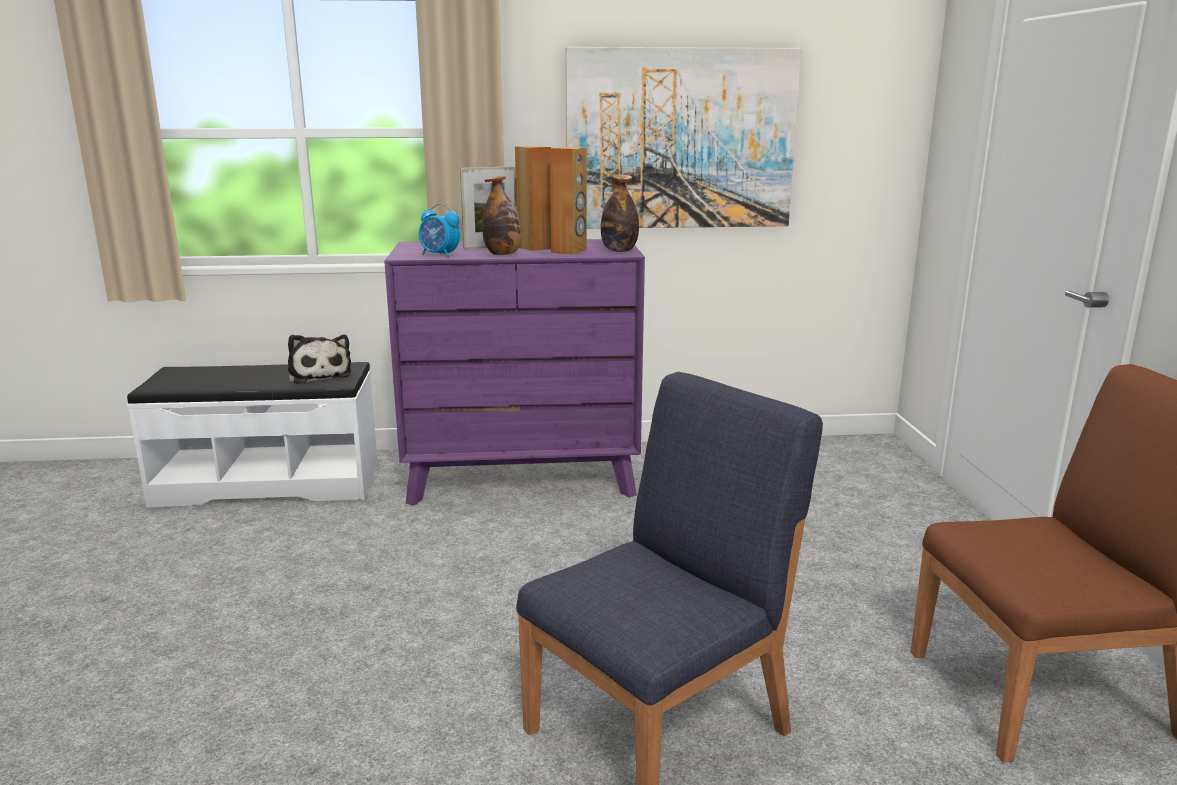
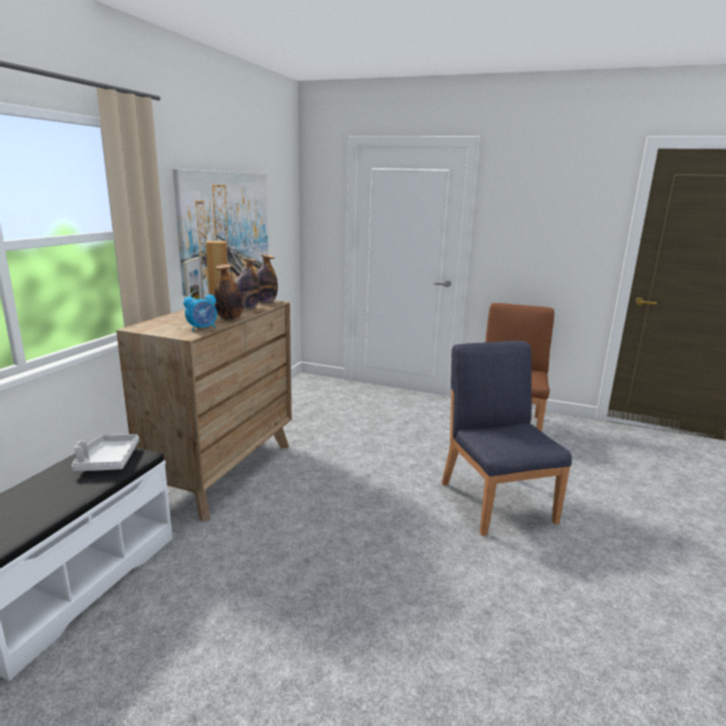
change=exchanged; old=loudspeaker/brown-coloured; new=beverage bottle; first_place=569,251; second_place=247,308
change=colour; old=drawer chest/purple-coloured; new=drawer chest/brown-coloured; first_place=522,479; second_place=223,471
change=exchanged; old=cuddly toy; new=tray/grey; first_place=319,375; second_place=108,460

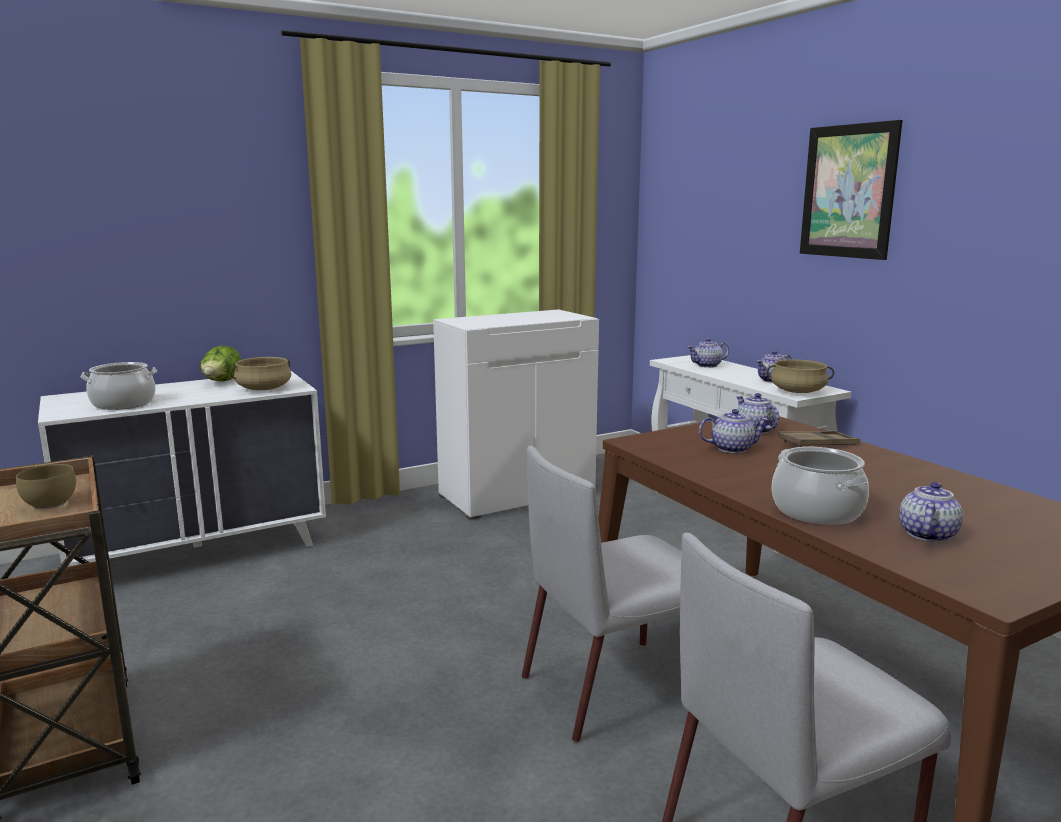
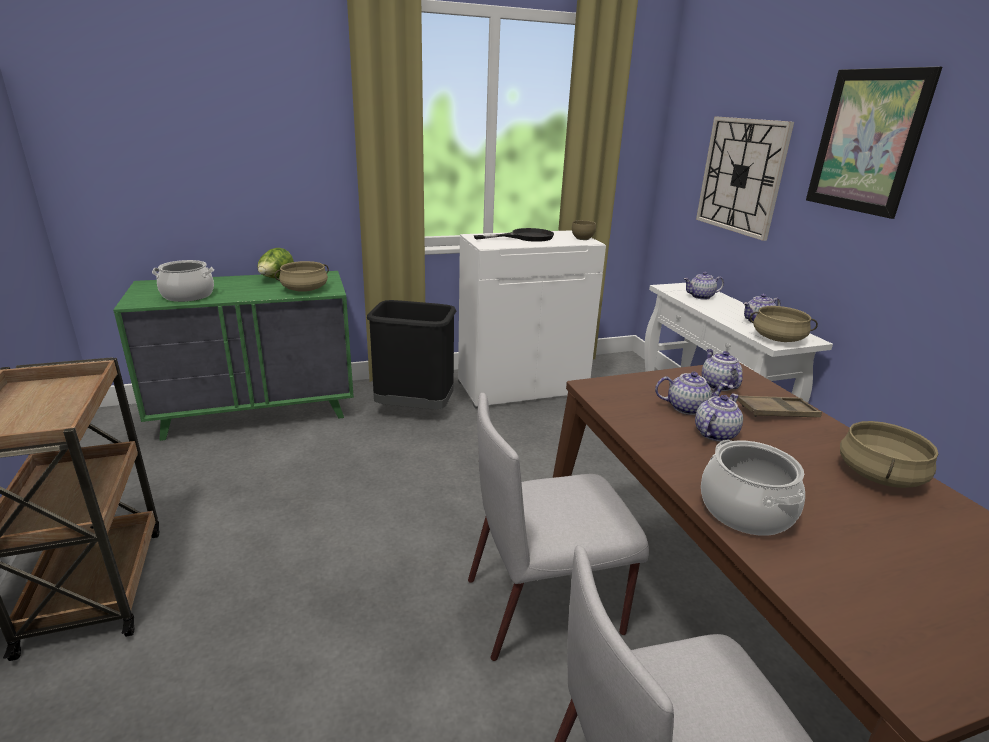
change=colour; old=drawer chest/white-coloured; new=drawer chest/green-coloured; first_place=200,550; second_place=258,411
change=relocated; old=deep dish/brown-coloured; first_place=52,504; second_place=583,239
change=relocated; old=teapot; first_place=926,534; second_place=714,433
change=appeared; new=clock on the wall; second_place=741,176
change=appeared; new=frying pan/black; second_place=524,237
change=appeared; new=waste bin/black; second_place=415,409
change=appeared; new=stockpot/sand-coloured; second_place=880,475

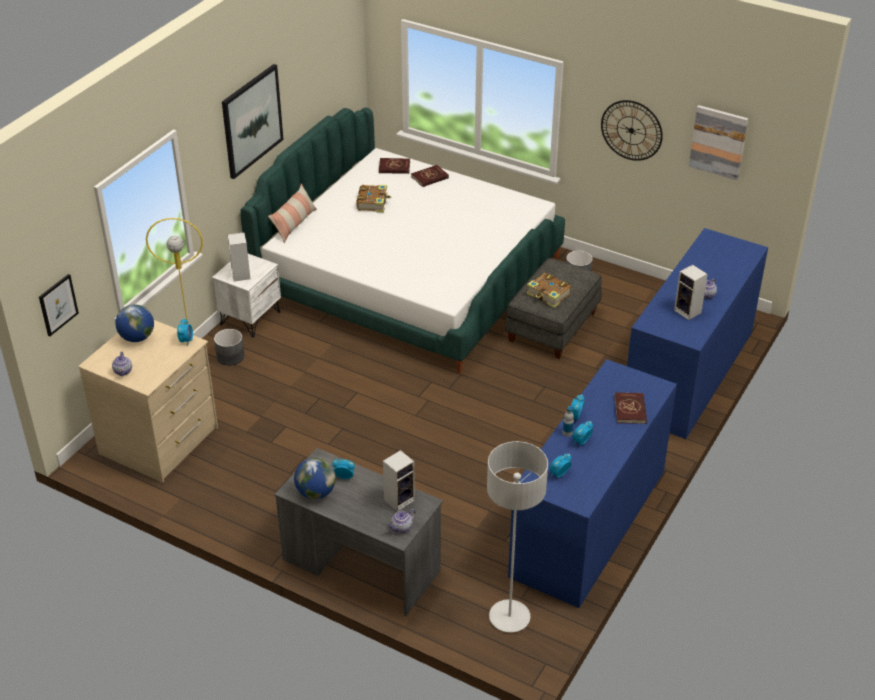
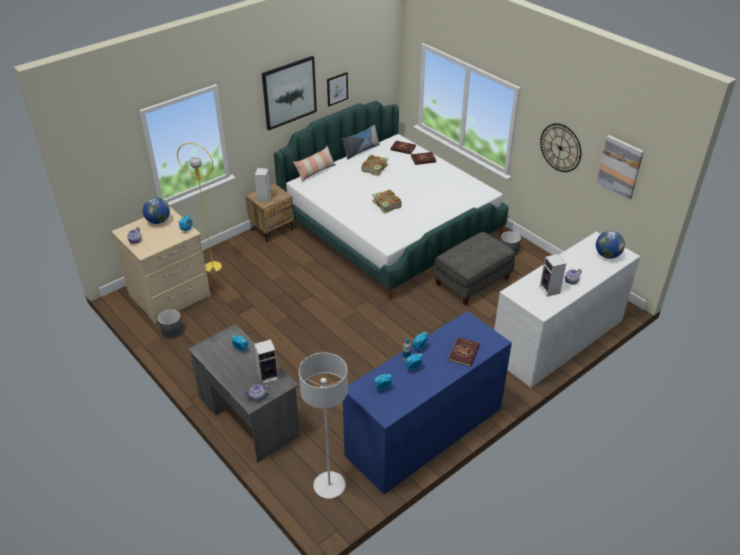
change=colour; old=drawer chest/bluish; new=drawer chest/white-coloured; first_place=688,373; second_place=557,338
change=colour; old=bedside table/white-coloured; new=bedside table/brown-coloured; first_place=250,318; second_place=272,229
change=relocated; old=book; first_place=548,295; second_place=386,205
change=relocated; old=picture; first_place=58,304; second_place=337,89
change=relocated; old=planter/grey; first_place=231,356; second_place=172,331
change=relocated; old=desk globe; first_place=316,493; second_place=607,255
change=appeared; new=pillow; second_place=361,150

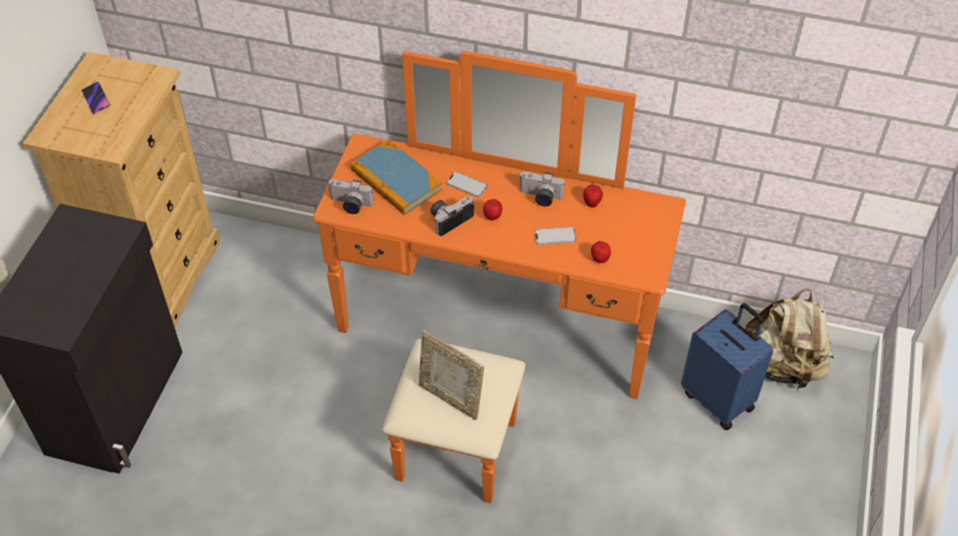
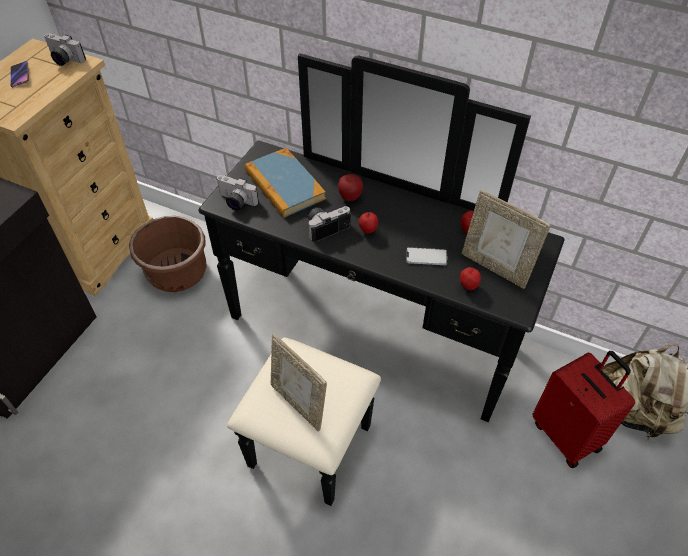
change=colour; old=drawer chest/orangey; new=drawer chest/black; first_place=490,352; second_place=359,356
change=exchanged; old=handset; new=whole apple; first_place=467,185; second_place=350,197
change=relocated; old=still camera; first_place=540,197; second_place=64,60
change=colour; old=suitcase/bluish; new=suitcase/red-coloured; first_place=718,399; second_place=567,435
change=appeared; new=photo frame; second_place=495,267
change=appeared; new=planter/brown-coloured; second_place=177,273

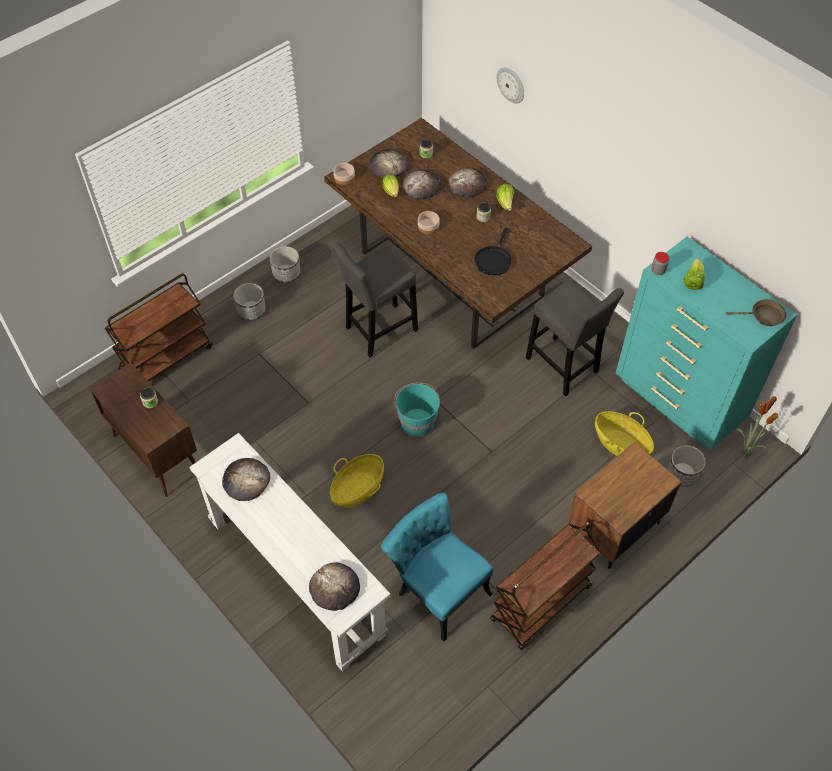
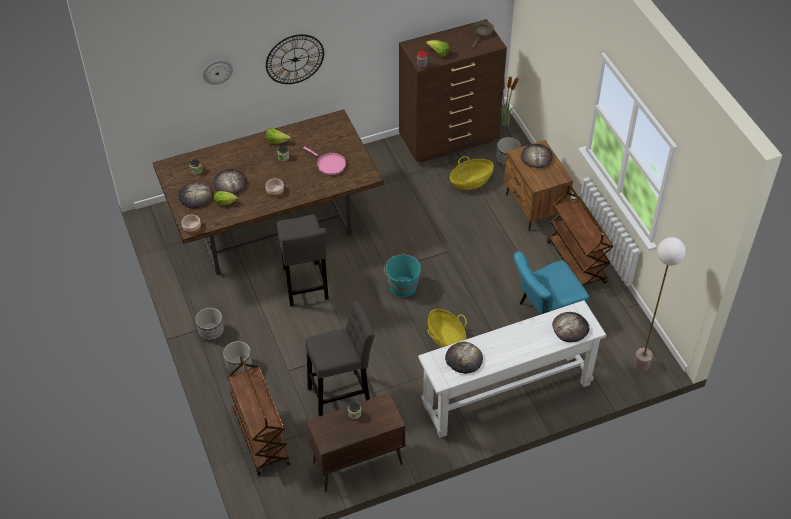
change=relocated; old=bread; first_place=467,184; second_place=536,157
change=colour; old=frying pan/black; new=frying pan/pinkish; first_place=493,260; second_place=329,164
change=colour; old=drawer chest/turquoise-coloured; new=drawer chest/brown-coloured; first_place=679,400; second_place=449,140
change=relocated; old=stool seat/grey; first_place=564,368; second_place=342,394
change=appeared; new=clock on the wall; second_place=295,59
change=appeared; new=standard lamp; second_place=641,364

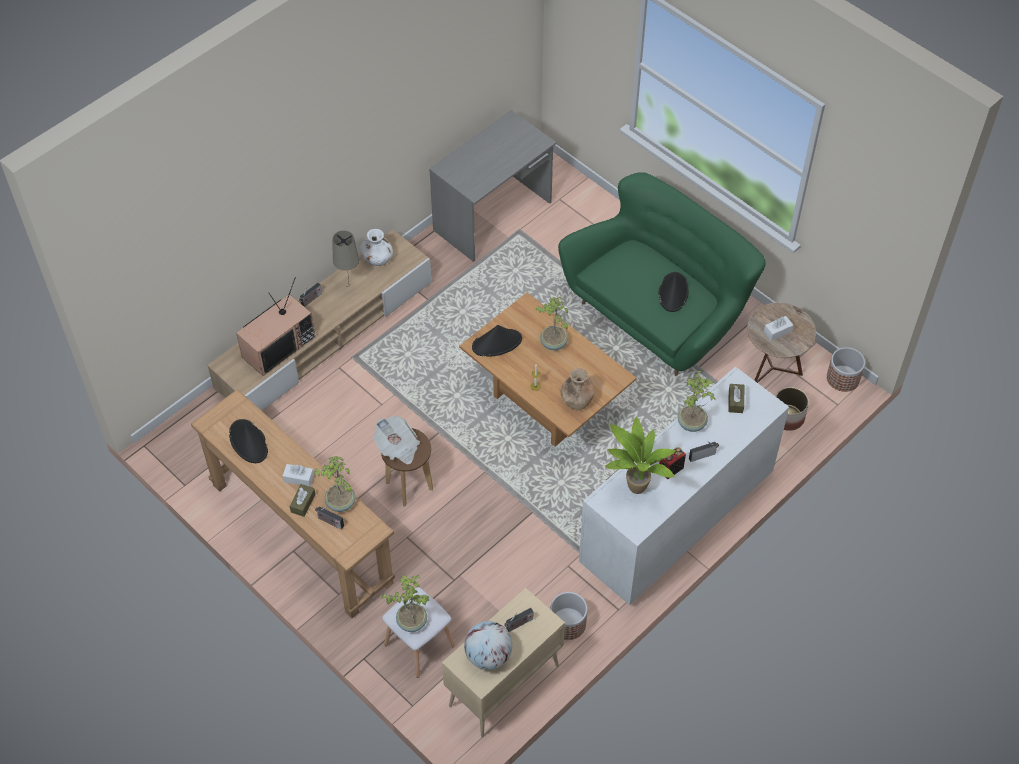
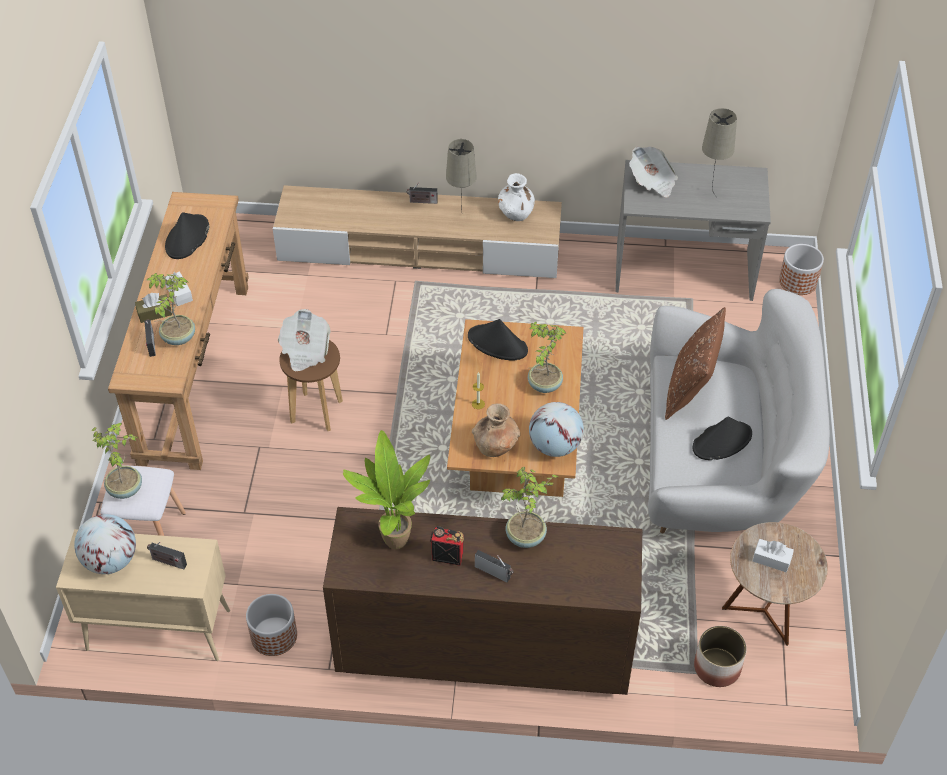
change=colour; old=settee/green-coloured; new=settee/white-coloured; first_place=658,314; second_place=720,469
change=missing; old=TV set; first_place=278,345
change=relocated; old=planter; first_place=842,378; second_place=797,282
change=colour; old=drawer chest/white-coloured; new=drawer chest/brown-coloured; first_place=675,520; second_place=482,649
change=missing; old=box of tissues/brown-coloured; first_place=735,401
change=appeared; new=table lamp/sand-coloured; second_place=710,192
change=appeared; new=daily paper; second_place=652,182
change=appeared; new=pillow/brown-coloured; second_place=690,390
change=appeared; new=desk globe; second_place=555,446

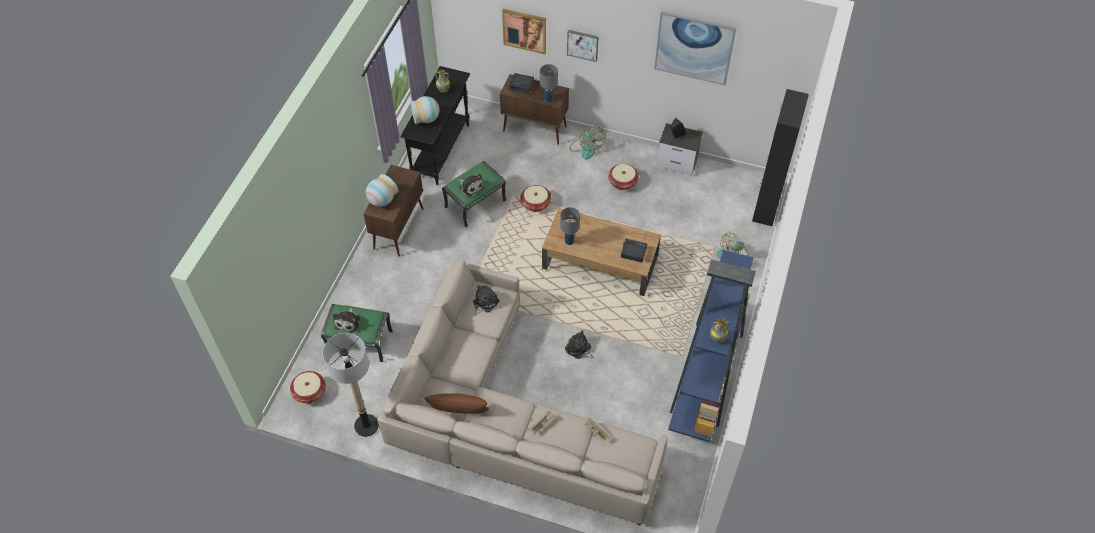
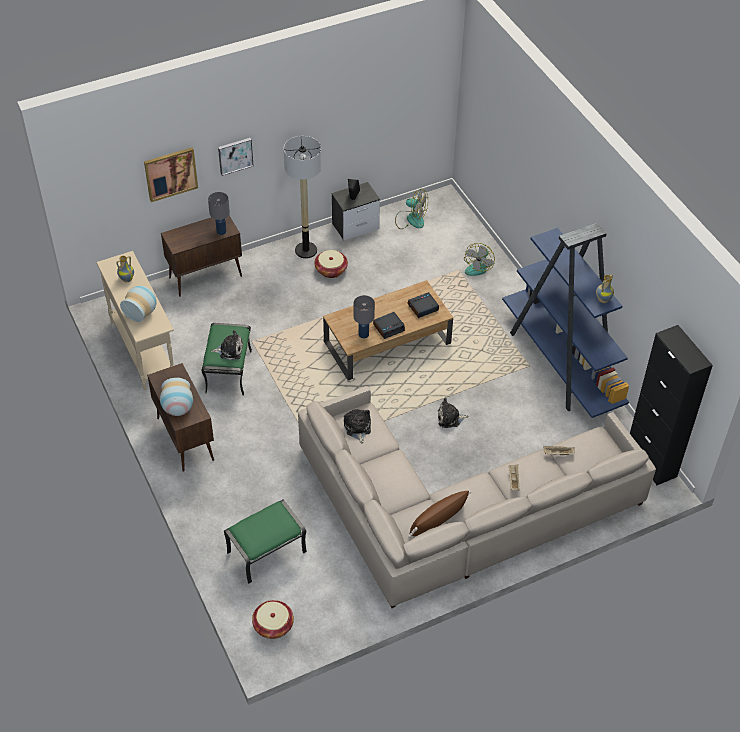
change=missing; old=picture; first_place=694,47
change=colour; old=hall table/black; new=hall table/sand-coloured; first_place=441,151; second_place=143,350
change=relocated; old=bedside clock; first_place=522,85; second_place=389,327
change=relocated; old=cabinet/black; first_place=766,207; second_place=651,461
change=relocated; old=fan; first_place=586,148; second_place=411,219
change=missing; old=household basket; first_place=536,204
change=missing; old=cuddly toy; first_place=348,322
change=relocated; old=standard lamp; first_place=366,425; second_place=306,250

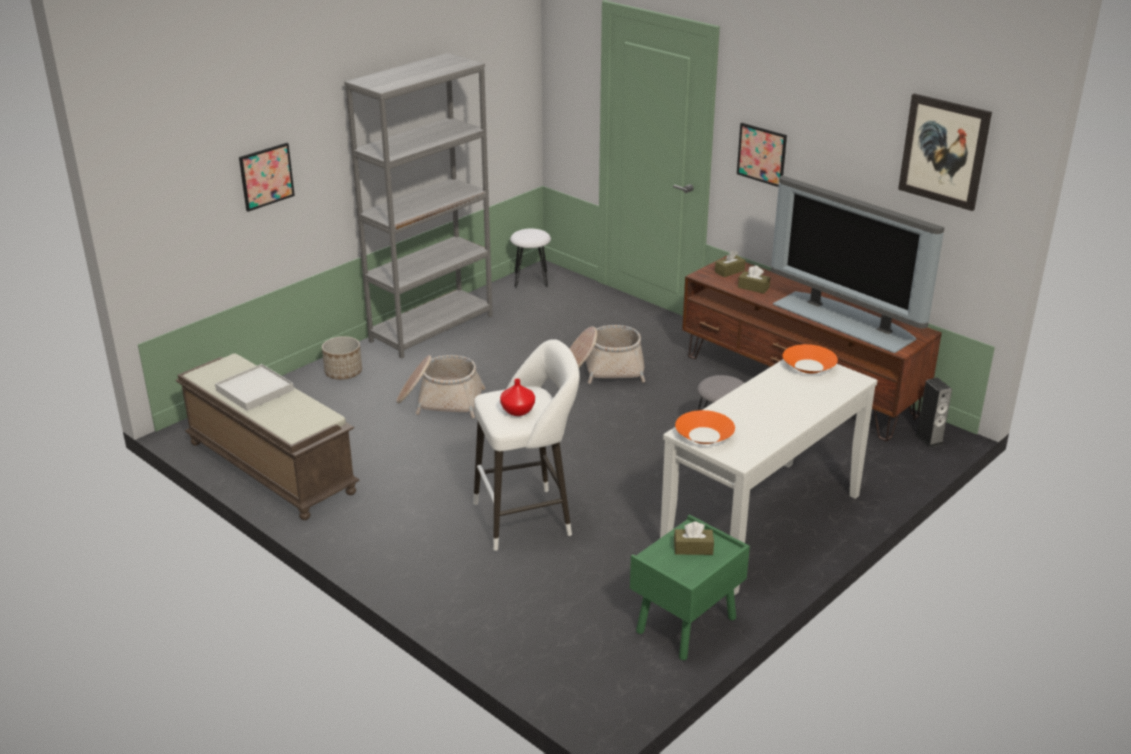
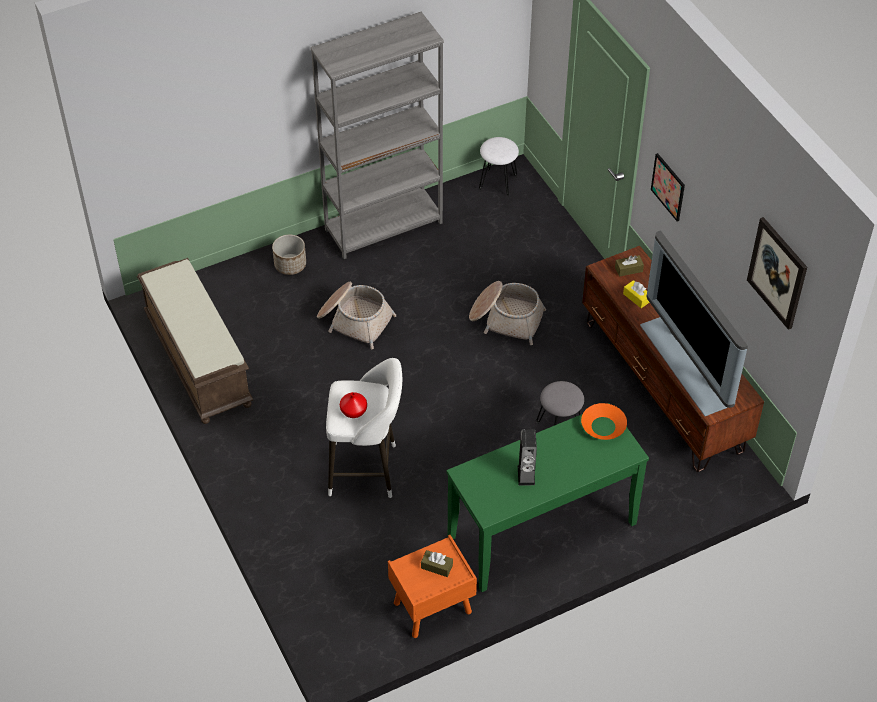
change=missing; old=picture; first_place=266,176
change=colour; old=box of tissues/brown-coloured; new=box of tissues/yellow-coloured; first_place=753,287; second_place=636,298
change=colour; old=hall table/white-coloured; new=hall table/green-coloured; first_place=763,524; second_place=542,530
change=missing; old=tray/white-coloured; first_place=255,390
change=relocated; old=loudspeaker; first_place=929,439; second_place=526,475
change=missing; old=deep dish/orangey; first_place=704,435
change=colour; old=bedside table/green-coloured; new=bedside table/orangey; first_place=686,626; second_place=431,608

